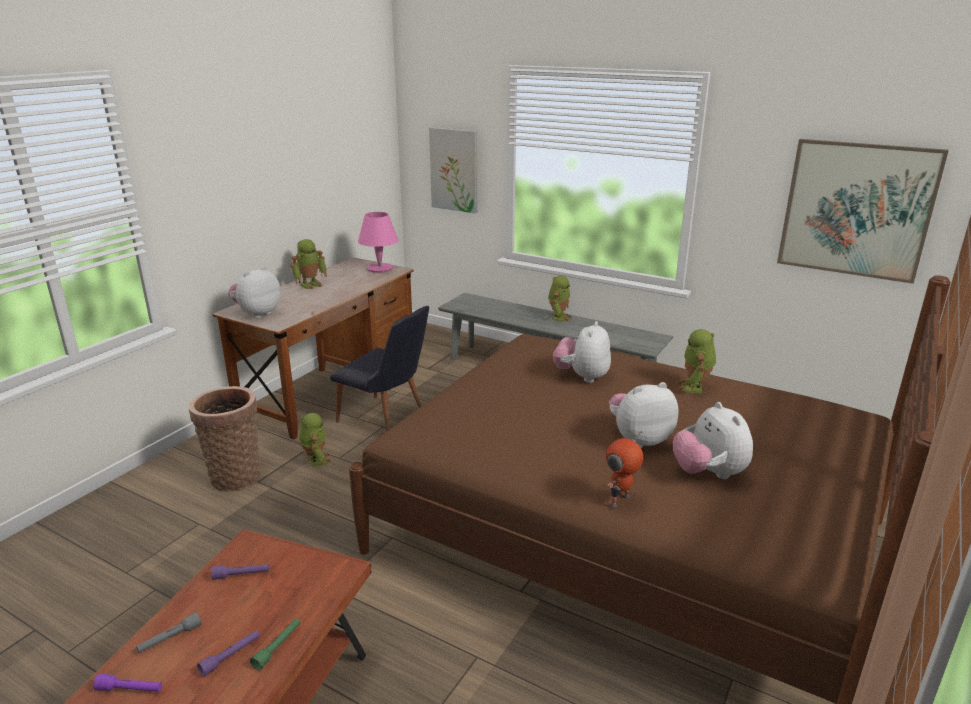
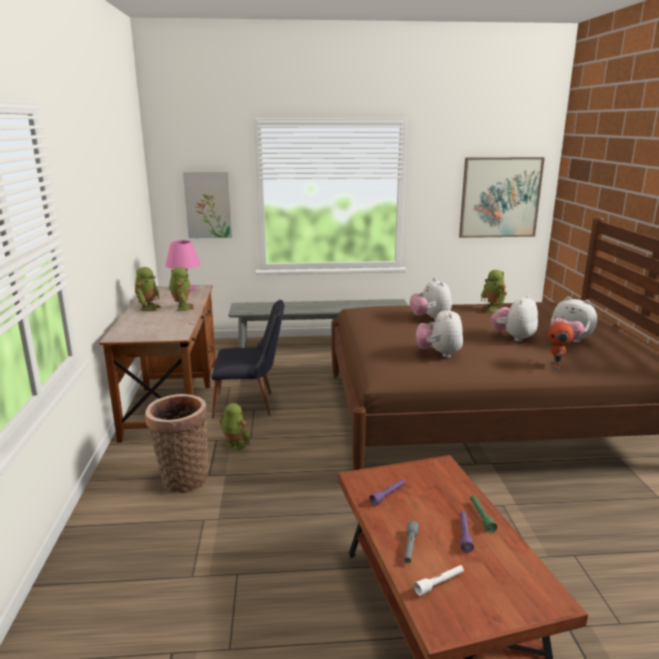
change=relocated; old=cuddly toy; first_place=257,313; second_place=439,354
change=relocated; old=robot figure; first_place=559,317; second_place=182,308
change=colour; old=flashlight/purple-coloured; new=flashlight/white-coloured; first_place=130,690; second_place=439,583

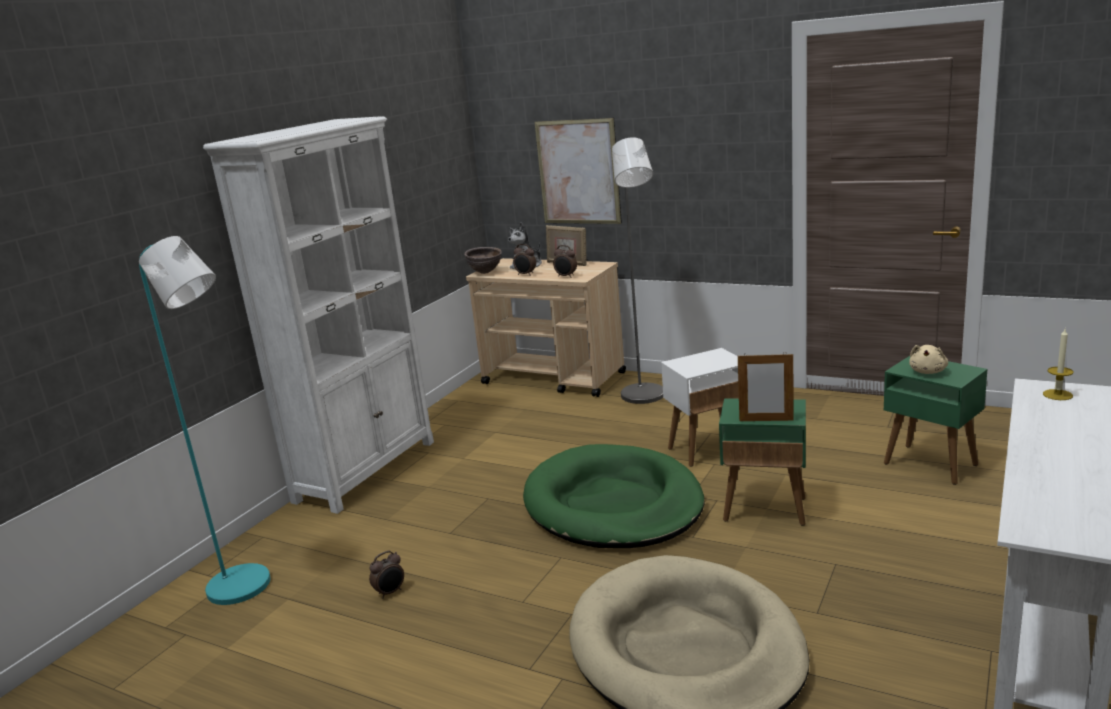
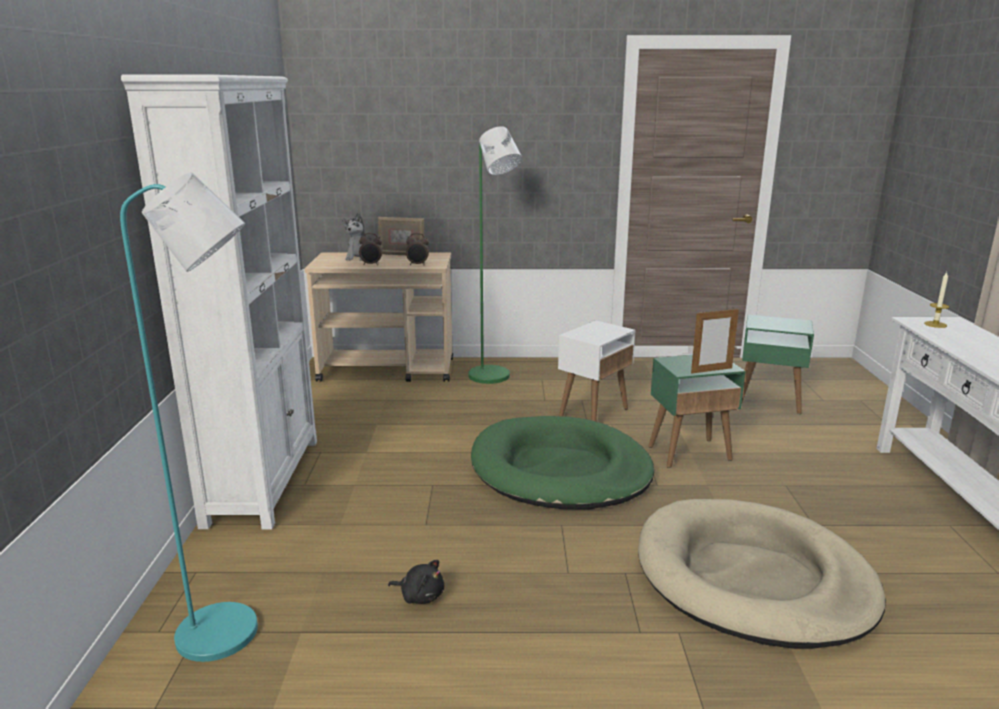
change=missing; old=picture; first_place=578,172
change=colour; old=standard lamp/grey; new=standard lamp/green-coloured; first_place=644,398; second_place=493,378
change=missing; old=deep dish/brown-coloured; first_place=485,272
change=missing; old=cuddly toy/sand-coloured; first_place=928,371
change=exchanged; old=bedside clock; new=cuddly toy/black; first_place=390,592; second_place=420,596

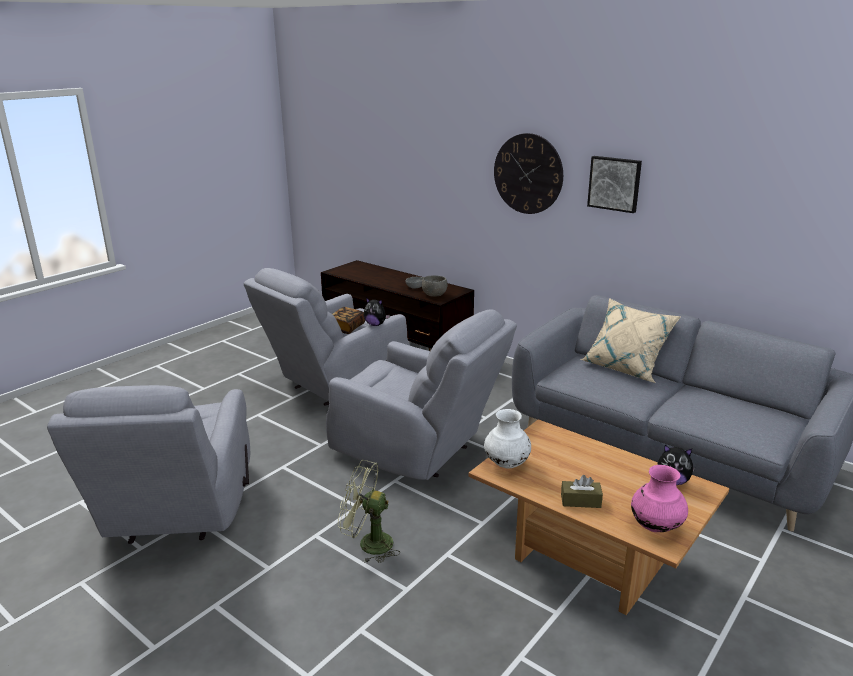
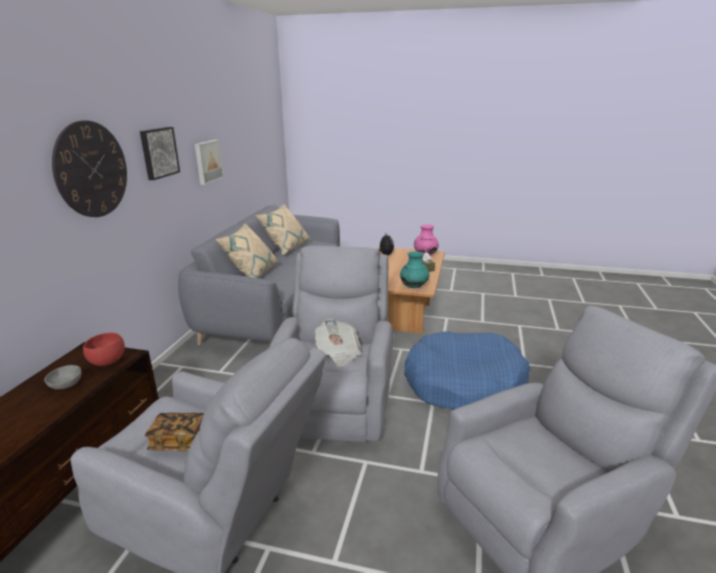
change=colour; old=deep dish/grey; new=deep dish/red-coloured; first_place=435,295; second_place=107,361
change=missing; old=cuddly toy; first_place=375,324
change=colour; old=flower vase/white-coloured; new=flower vase/turquoise-coloured; first_place=507,464; second_place=414,287
change=exchanged; old=fan/green-coloured; new=dog cushion/bluish; first_place=368,544; second_place=463,383
change=appeared; new=picture; second_place=207,161
change=appeared; new=pillow/sand-coloured; second_place=286,247
change=appeared; new=daily paper; second_place=338,353

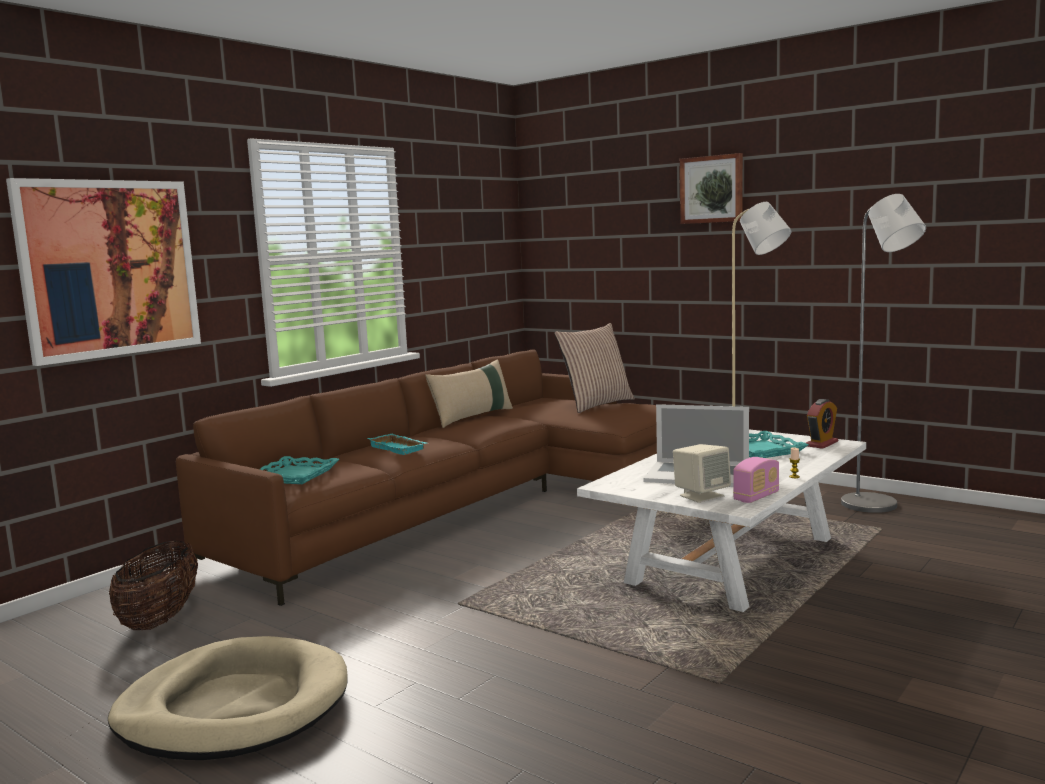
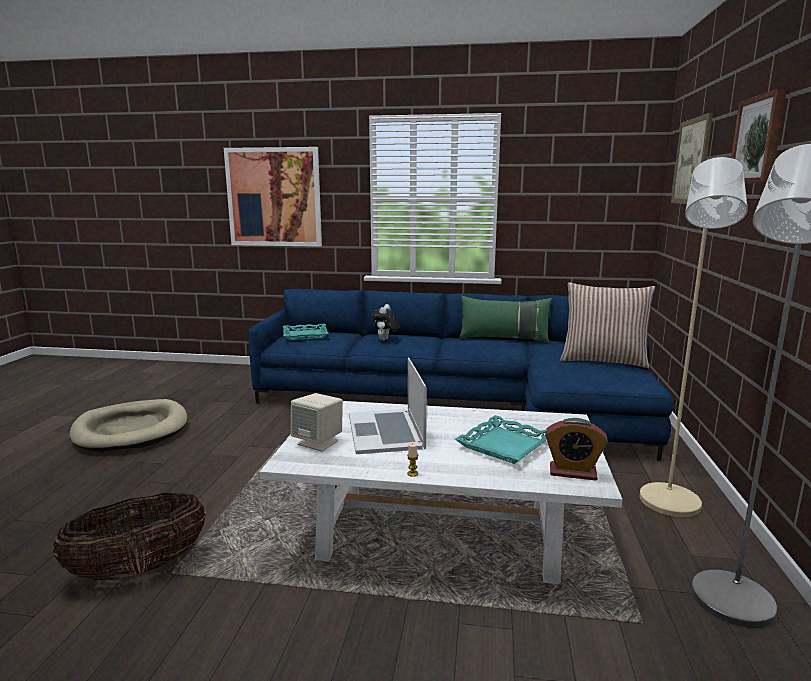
change=colour; old=settee/brown-coloured; new=settee/bluish; first_place=470,505; second_place=461,403
change=colour; old=pillow/sand-coloured; new=pillow/green-coloured; first_place=472,417; second_place=504,339
change=exchanged; old=tray/turquoise-coloured; new=cuddly toy; first_place=399,448; second_place=385,340
change=missing; old=radio receiver; first_place=756,497
change=relocated; old=household basket; first_place=160,619; second_place=139,568
change=appeared; new=picture; second_place=691,161

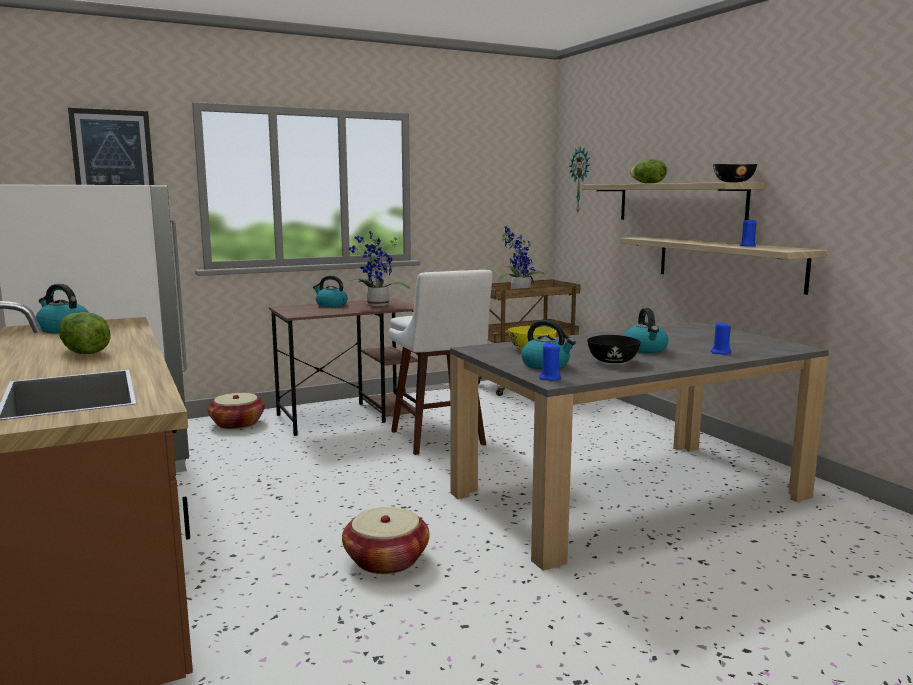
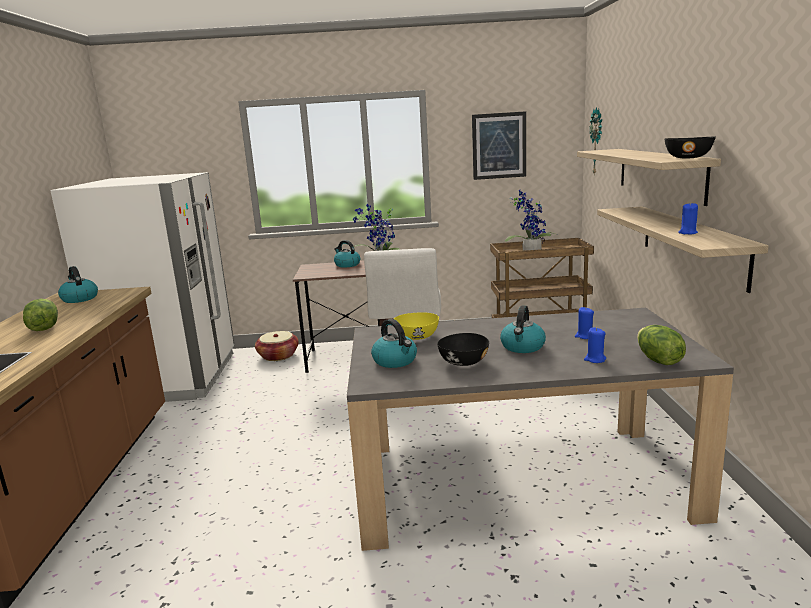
change=relocated; old=picture; first_place=112,153; second_place=499,145
change=relocated; old=head of lettuce; first_place=647,183; second_place=658,360
change=relocated; old=candle/bluish; first_place=550,378; second_place=584,336
change=missing; old=household basket; first_place=386,560

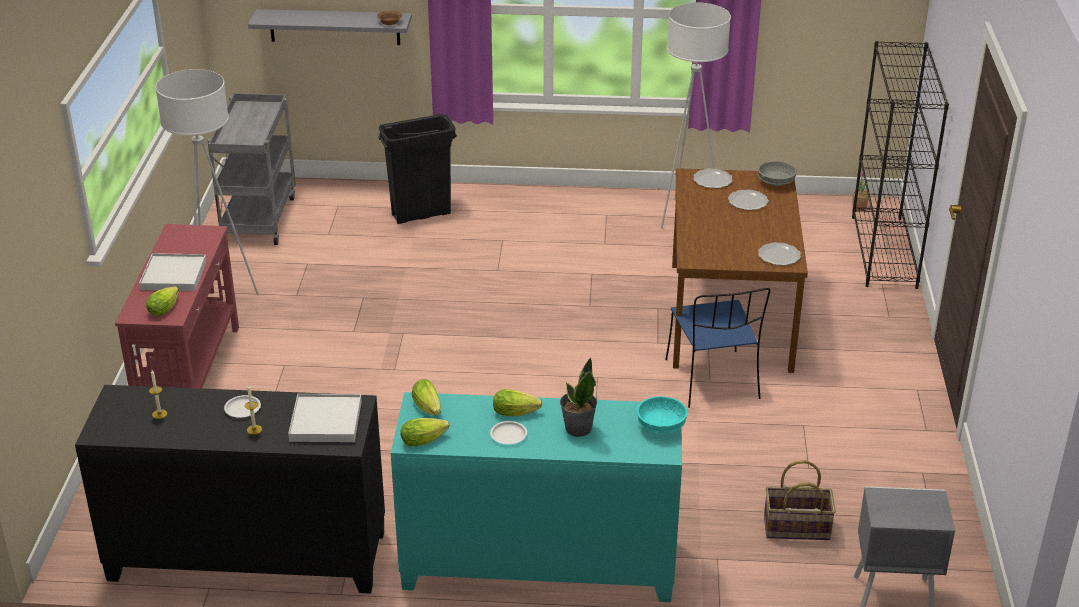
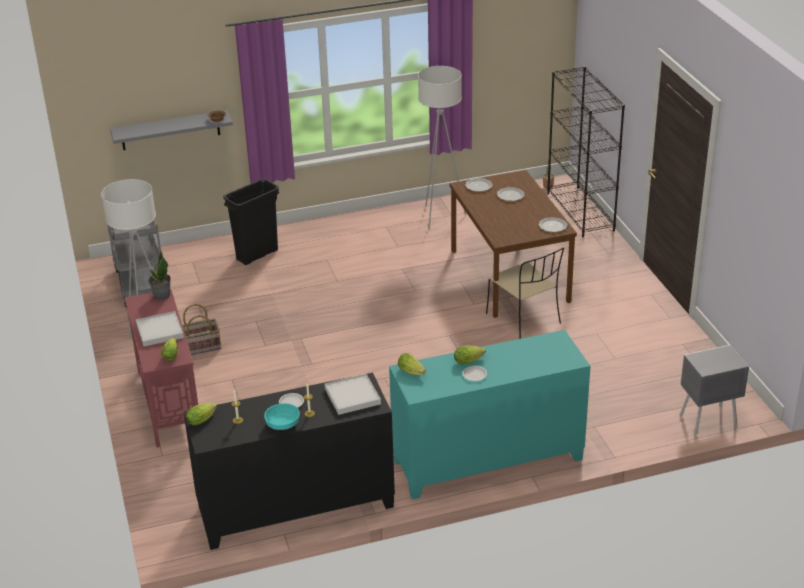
change=missing; old=deep dish/grey; first_place=776,183
change=colour; old=chair/bluish; new=chair/sand-coloured; first_place=713,381; second_place=524,319
change=relocated; old=houseplant; first_place=578,428; second_place=161,295
change=relocated; old=deep dish/turquoise-coloured; first_place=662,426; second_place=283,424
change=relocated; old=head of lettuce; first_place=426,439; second_place=203,418
change=relocated; old=household basket; first_place=796,528; second_place=200,347

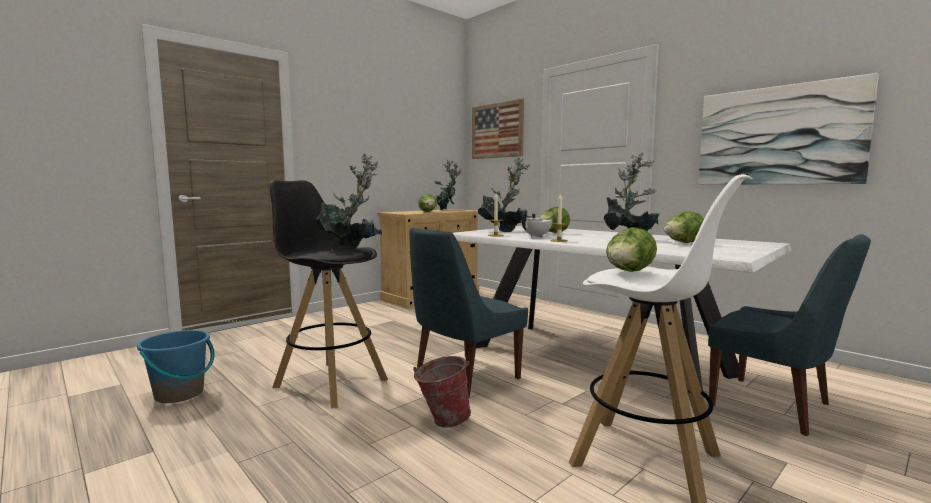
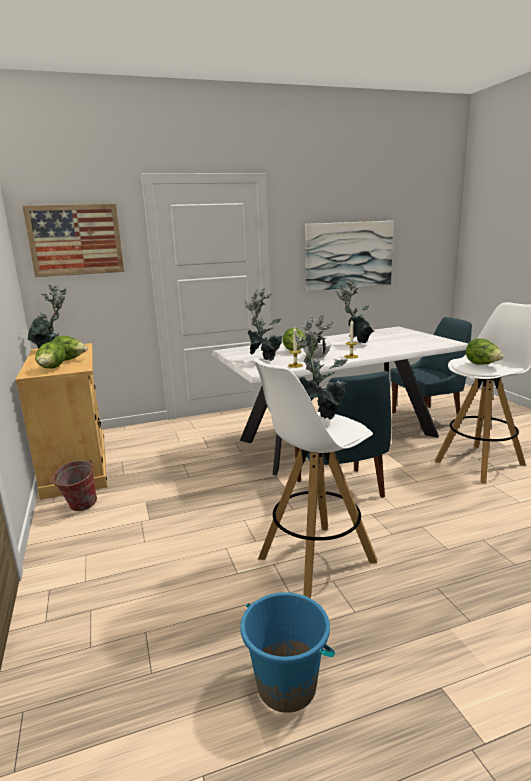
change=colour; old=stool seat/black; new=stool seat/white-coloured; first_place=330,382; second_place=315,560
change=relocated; old=head of lettuce; first_place=682,243; second_place=52,369
change=relocated; old=pail; first_place=442,420; second_place=78,508

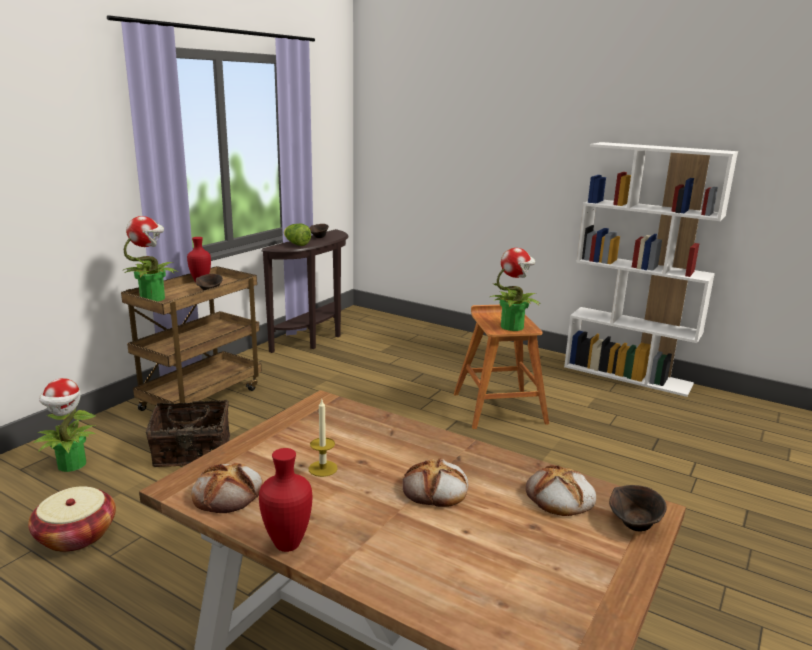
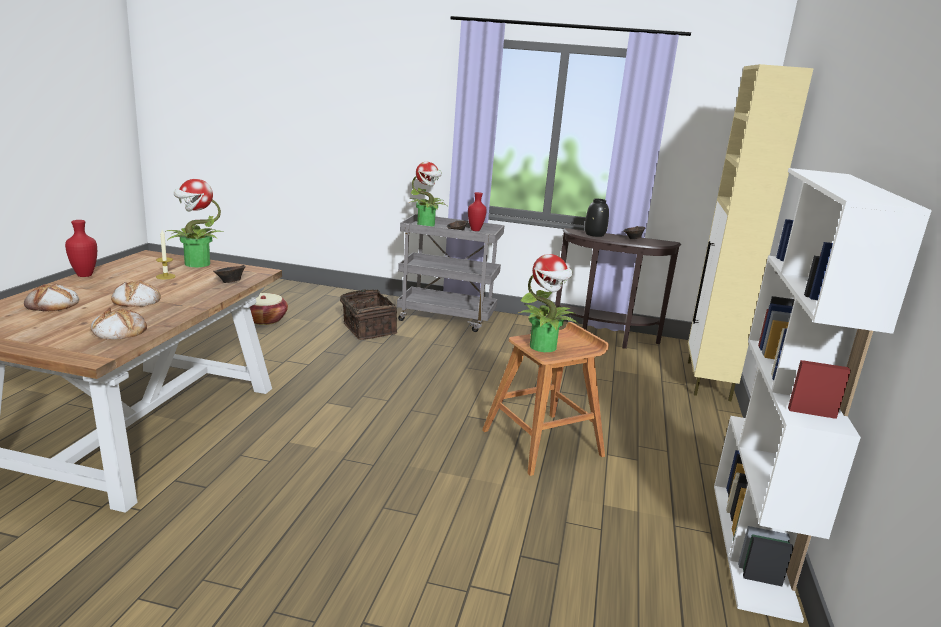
change=exchanged; old=head of lettuce; new=flower vase/black; first_place=296,244; second_place=594,234
change=colour; old=cart/brown-coloured; new=cart/grey; first_place=201,398; second_place=447,318
change=relocated; old=houseplant; first_place=72,465; second_place=196,264
change=relocated; old=bread; first_place=228,493; second_place=52,304
change=relocated; old=deep dish/brown-coloured; first_place=634,525; second_place=230,282
change=appeared; new=cabinet/sand-coloured; second_place=708,381

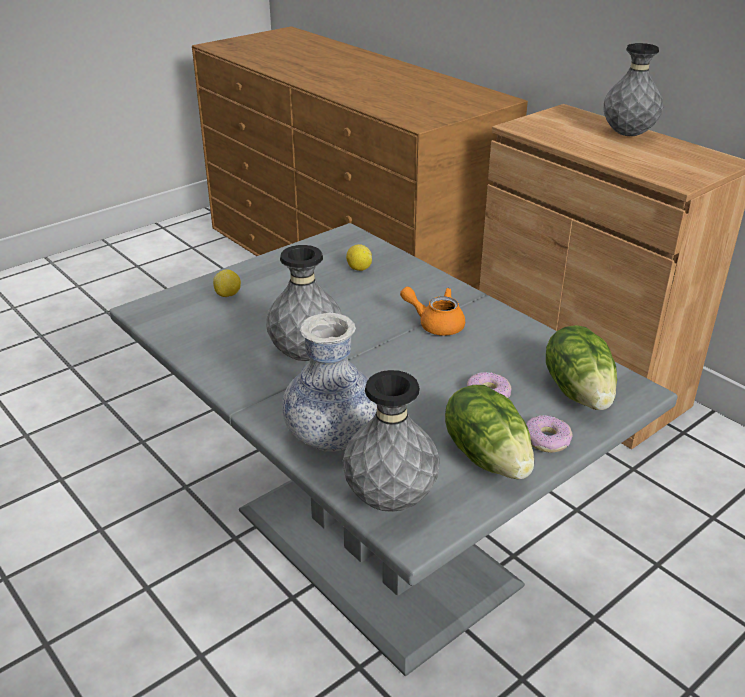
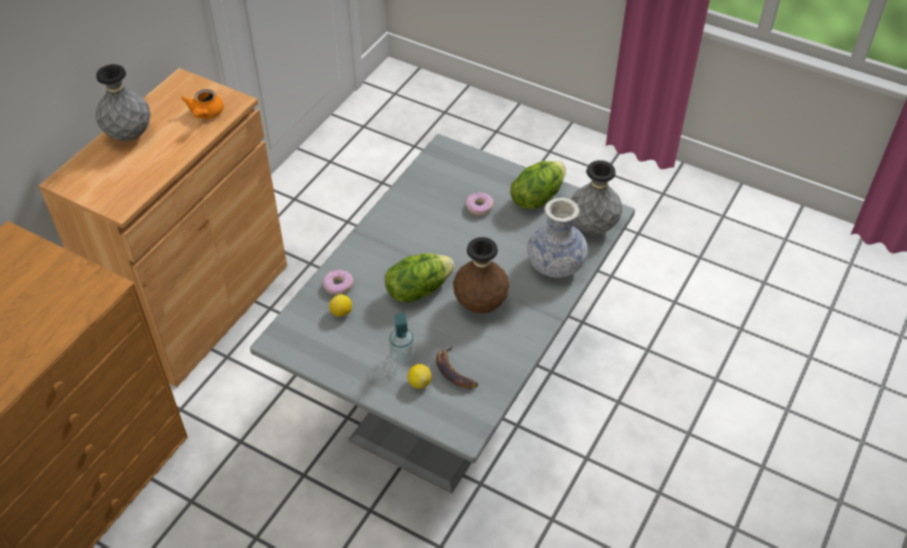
change=colour; old=flower vase/grey; new=flower vase/brown-coloured; first_place=306,355; second_place=480,304
change=relocated; old=teapot/orangey; first_place=435,324; second_place=205,114
change=relocated; old=head of lettuce; first_place=579,391; second_place=418,289
change=relocated; old=ring doughnut; first_place=547,440; second_place=338,285
change=appeared; new=soap dispenser; second_place=402,356
change=appeared; new=banana; second_place=454,372

